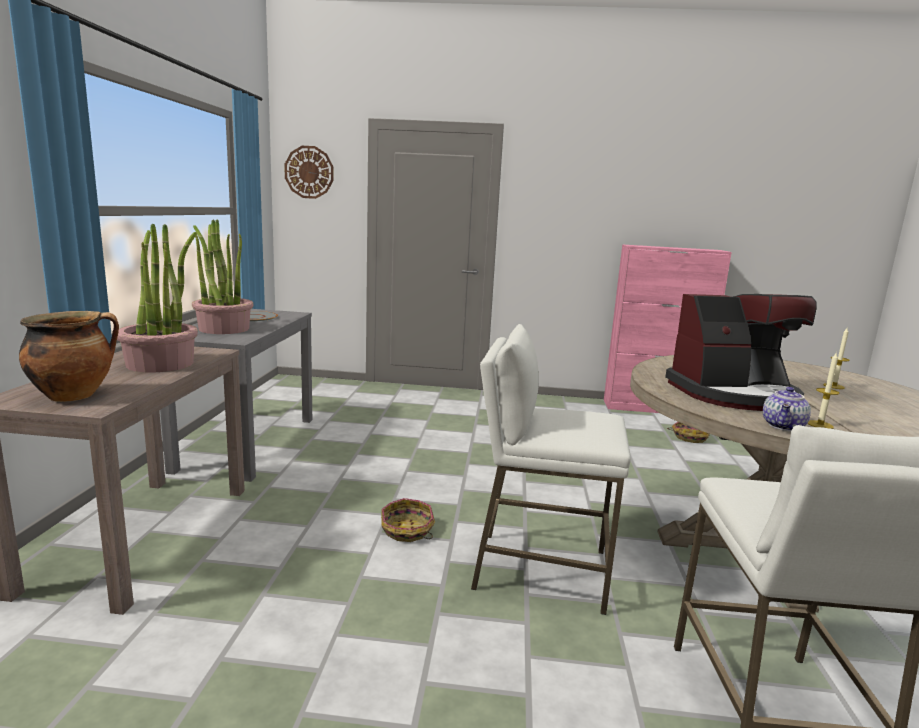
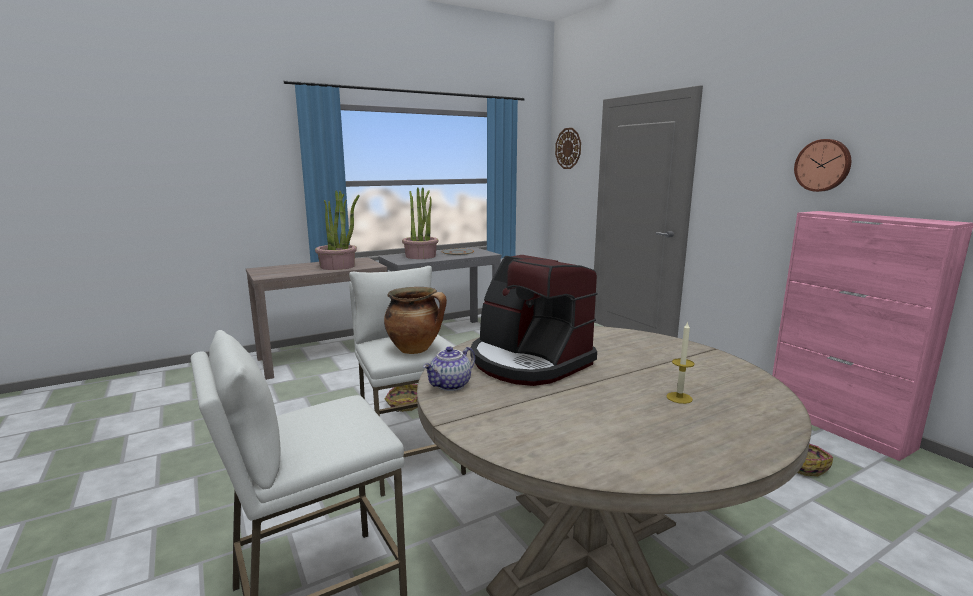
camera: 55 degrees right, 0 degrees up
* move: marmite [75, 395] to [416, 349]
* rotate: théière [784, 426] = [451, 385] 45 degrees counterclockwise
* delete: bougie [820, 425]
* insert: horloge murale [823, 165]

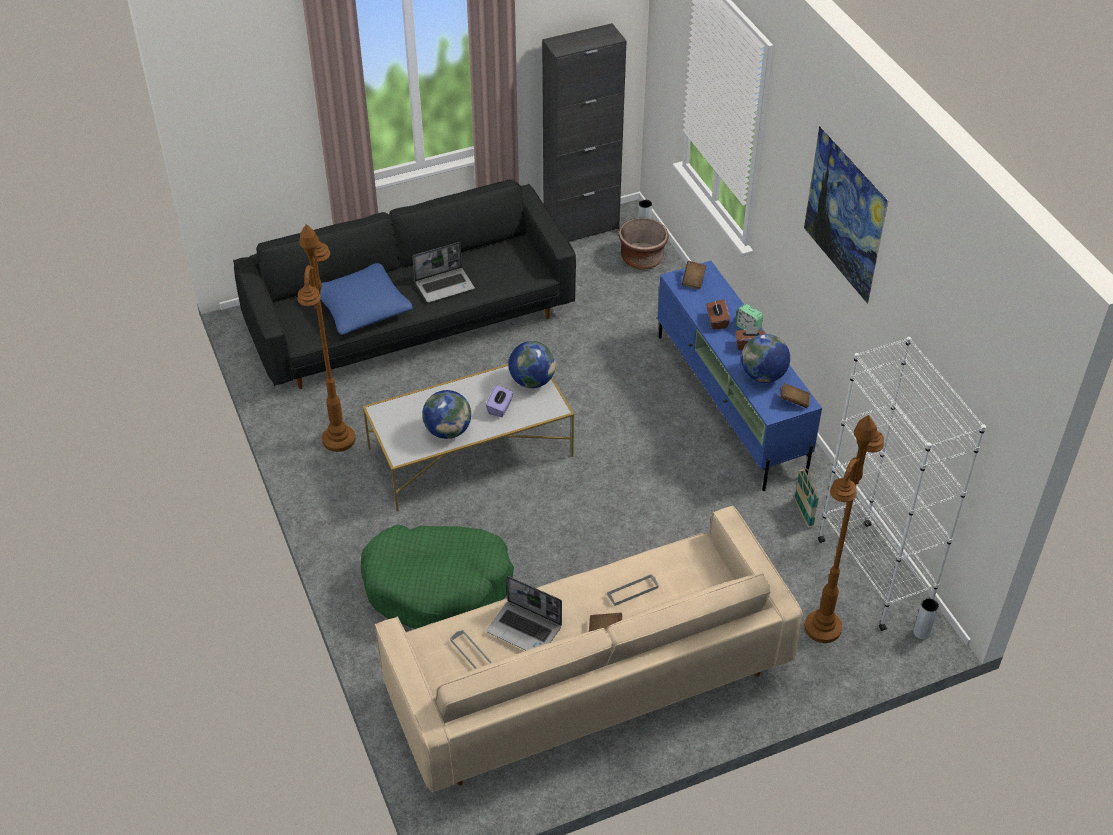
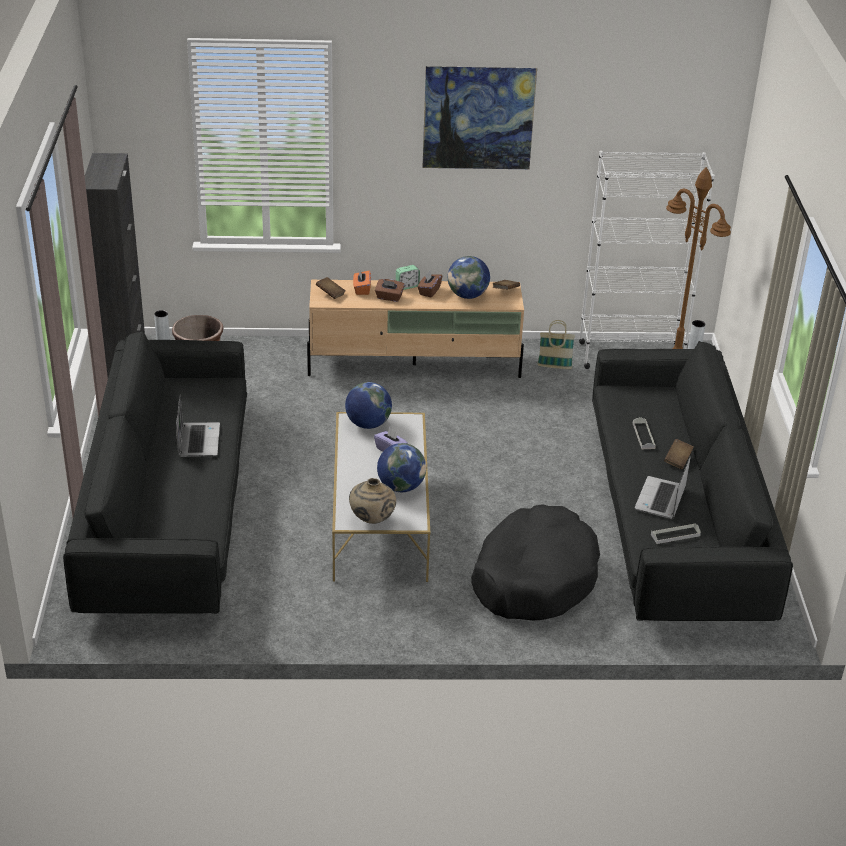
camera: 70 degrees left, 10 degrees down
* delete: lampadaire/marron [338, 439]
* delete: coussin/bleu [363, 309]
* recolor: panier pour chien/vert [438, 586] to panier pour chien/noir [534, 577]
* recolor: canapé/beige [587, 678] to canapé/noir [673, 519]
* rotate: ordinateur portable [525, 629] = [661, 500] 150 degrees clockwise
* recolor: meuble télé/bleu [730, 405] to meuble télé/beige [415, 364]
* insert: vase/beige [372, 520]
* insert: boîte à mouchoirs/orange [362, 289]

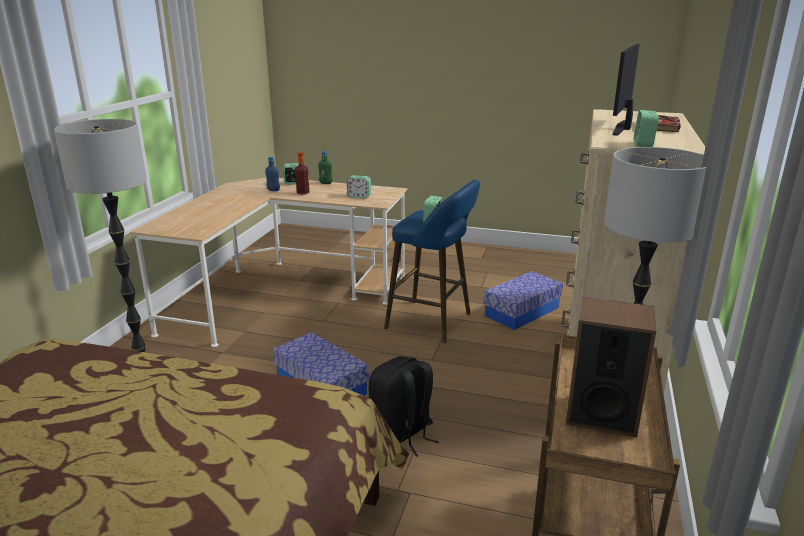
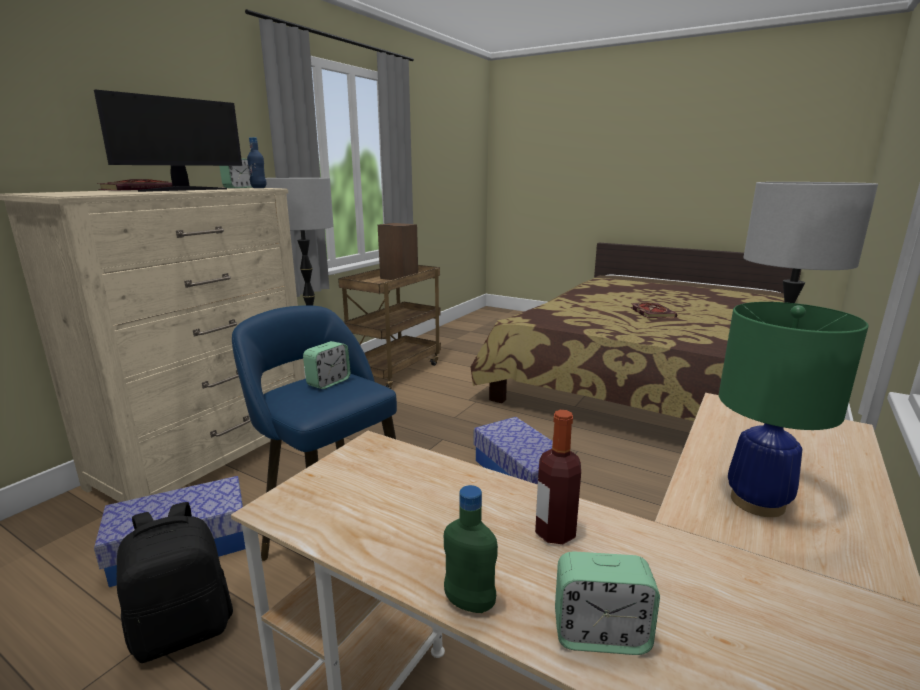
camera: 165 degrees left, 5 degrees down
* move: bouteille/bleu [273, 190] to [259, 188]
* delete: réveil [359, 196]
* move: sac à dos/noir [402, 435] to [184, 629]
* insert: livre [651, 312]
* insert: lampe de table/vert [757, 501]

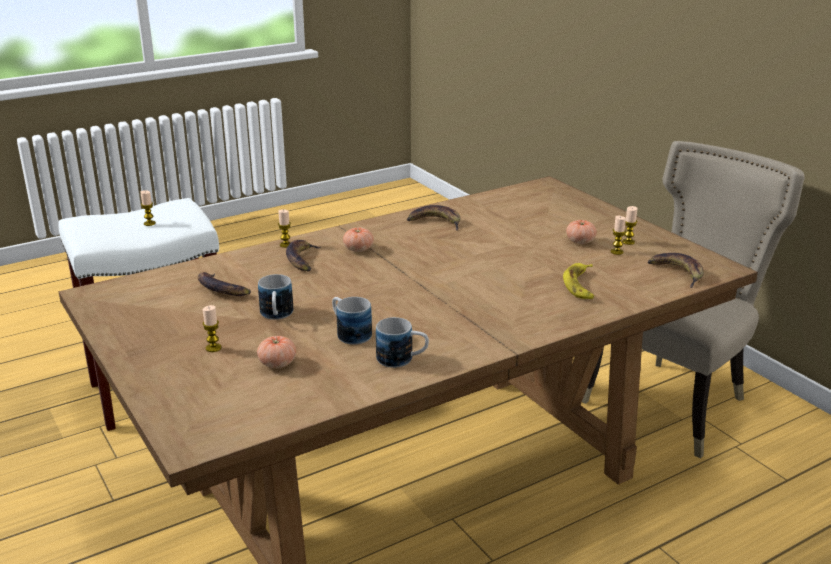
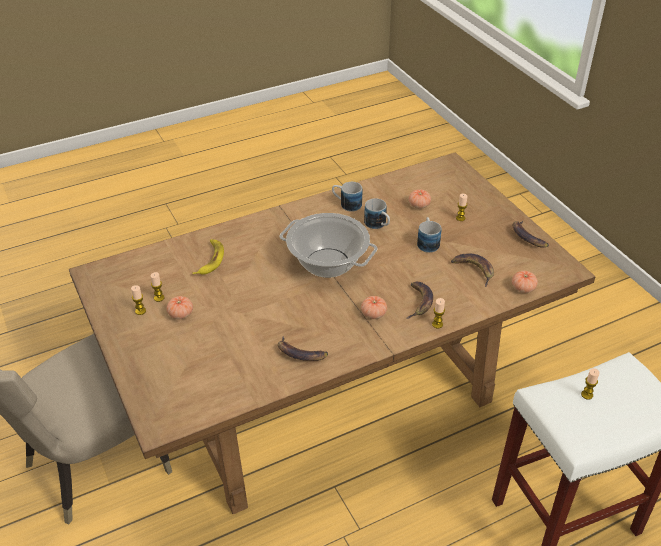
camera: 175 degrees left, 15 degrees up
* move: banane [677, 273] to [527, 237]
* insert: marmite [328, 263]
* insert: tomate [523, 288]

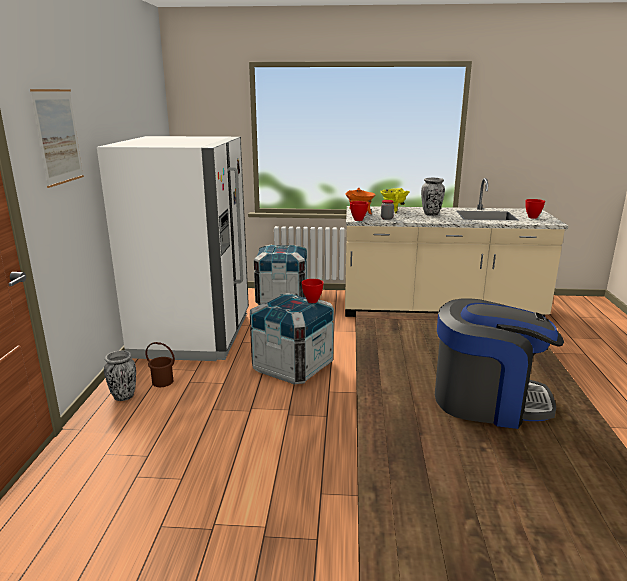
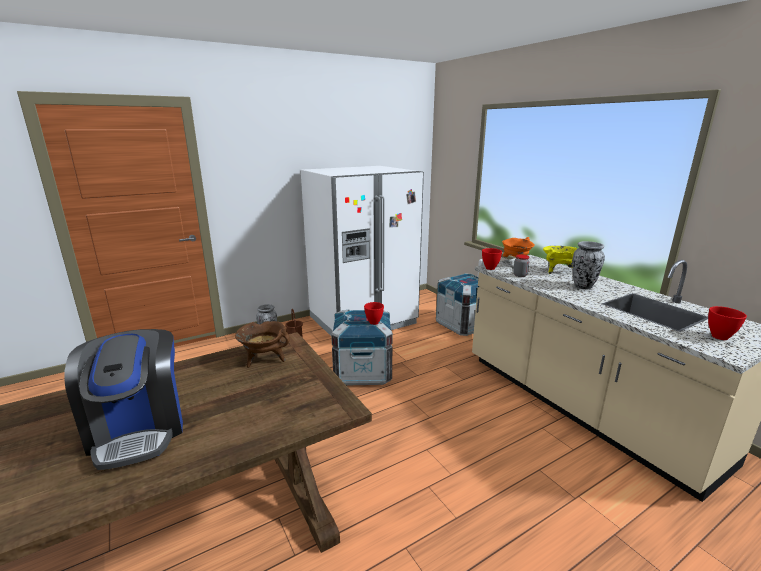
camera: 55 degrees right, 0 degrees up
* delete: tableau [58, 137]
* insert: marmite/marron [264, 360]

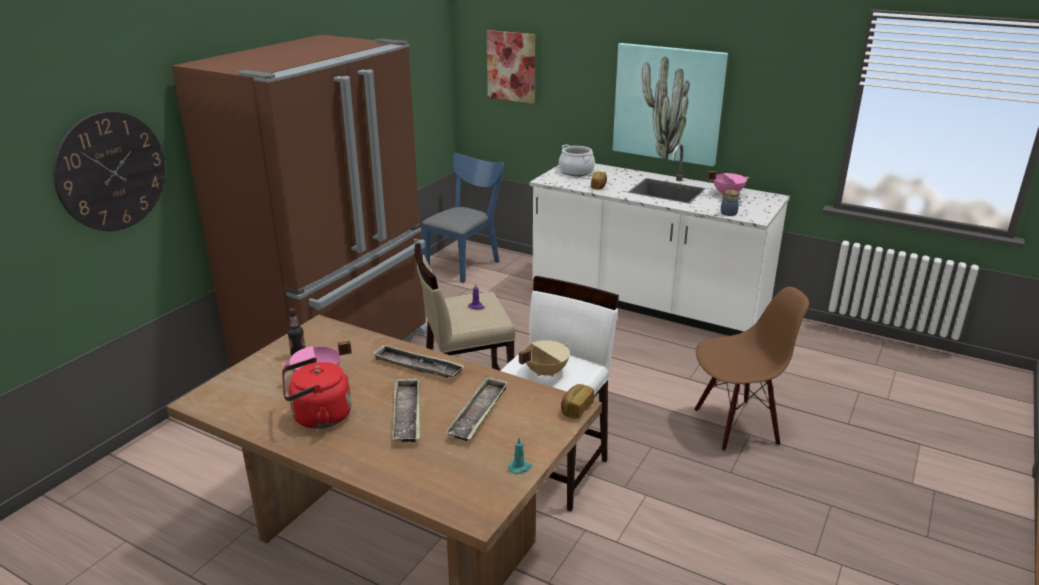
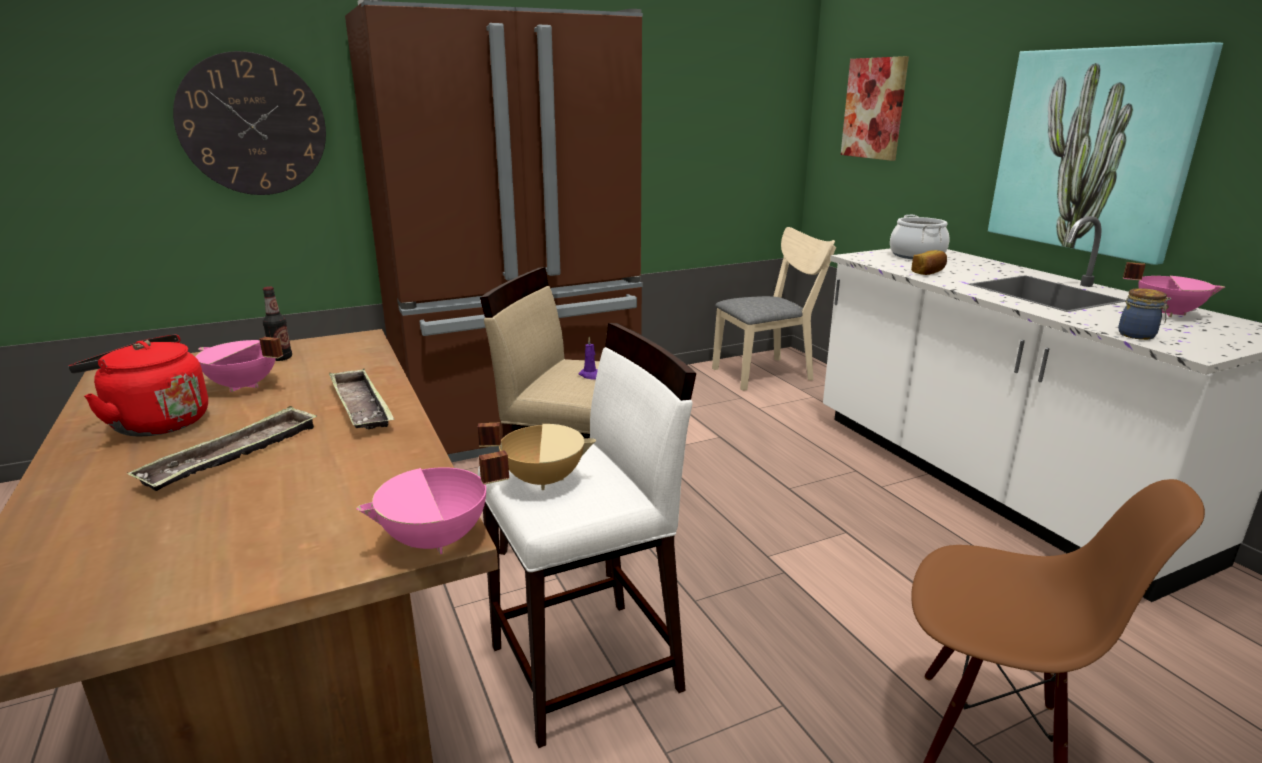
camera: 35 degrees right, 5 degrees down
* recolor: chaise/bleu [465, 264] to chaise/beige [768, 373]
* delete: plateau [478, 413]
* delete: bougie/turquoise [520, 468]
* replace: pain [576, 409] to marmite/rose [437, 541]

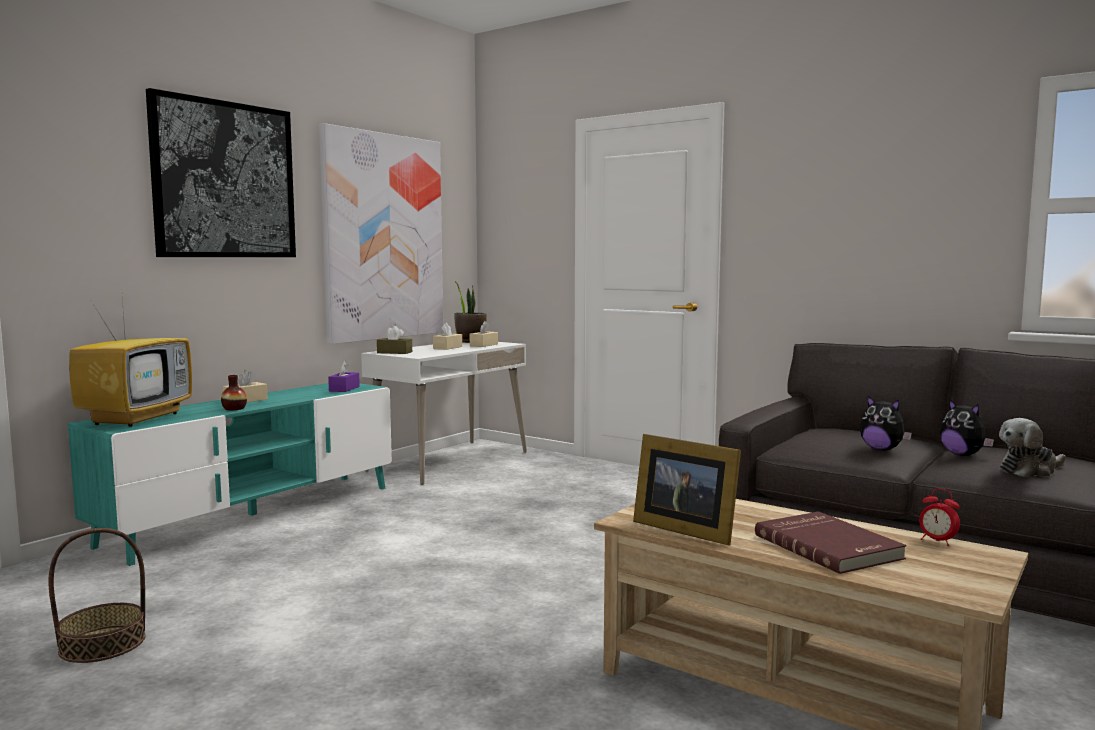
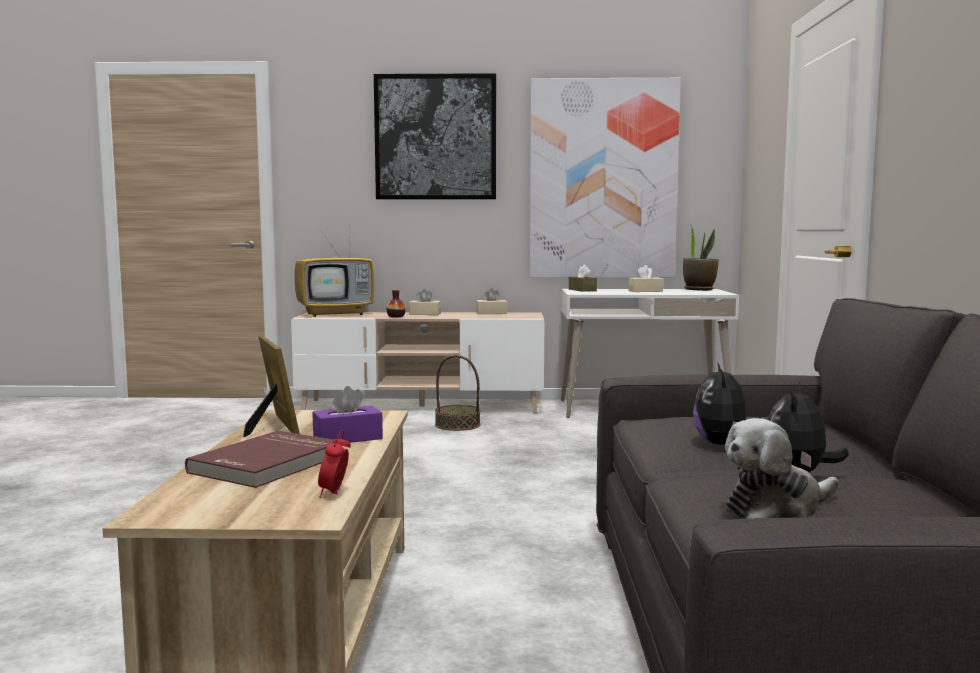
camera: 55 degrees right, 0 degrees up
* move: panier [102, 644] to [458, 425]
* recolor: meuble télé/turquoise [254, 515] to meuble télé/beige [421, 406]
* move: boîte à mouchoirs/violet [344, 389] to [348, 438]
* move: boîte à mouchoirs/beige [483, 345] to [491, 313]
* rotate: cadre photo [683, 528] = [273, 427] 150 degrees clockwise
* rotate: peluche [1029, 470] = [776, 509] 60 degrees counterclockwise

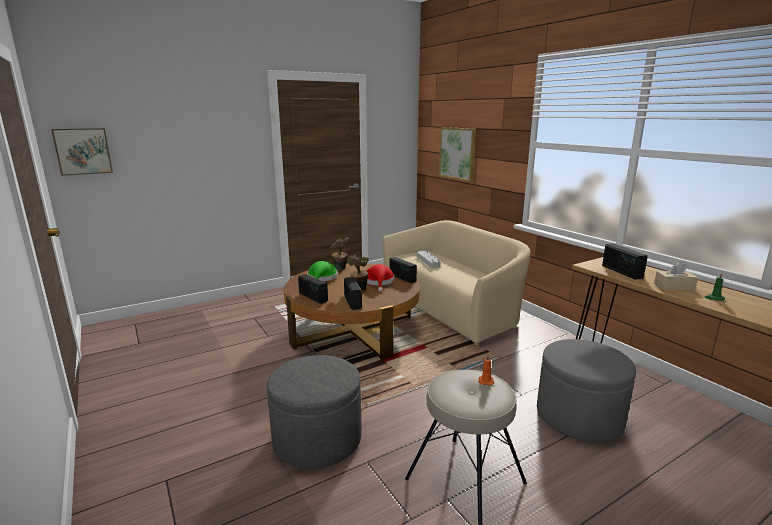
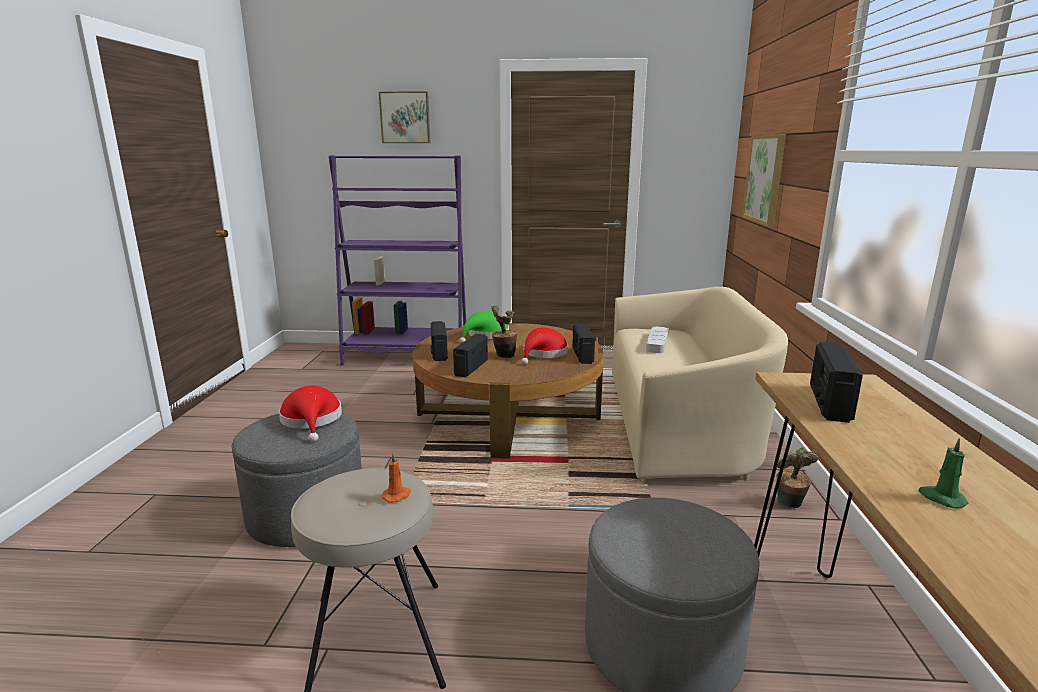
camera: 35 degrees right, 0 degrees up
* move: tableau [83, 151] to [405, 118]
* move: plante en pot [340, 269] to [790, 505]
* delete: boîte à mouchoirs/beige [674, 287]
* insert: chapeau/rouge [312, 420]
* insert: bibliothèque/violet [406, 356]

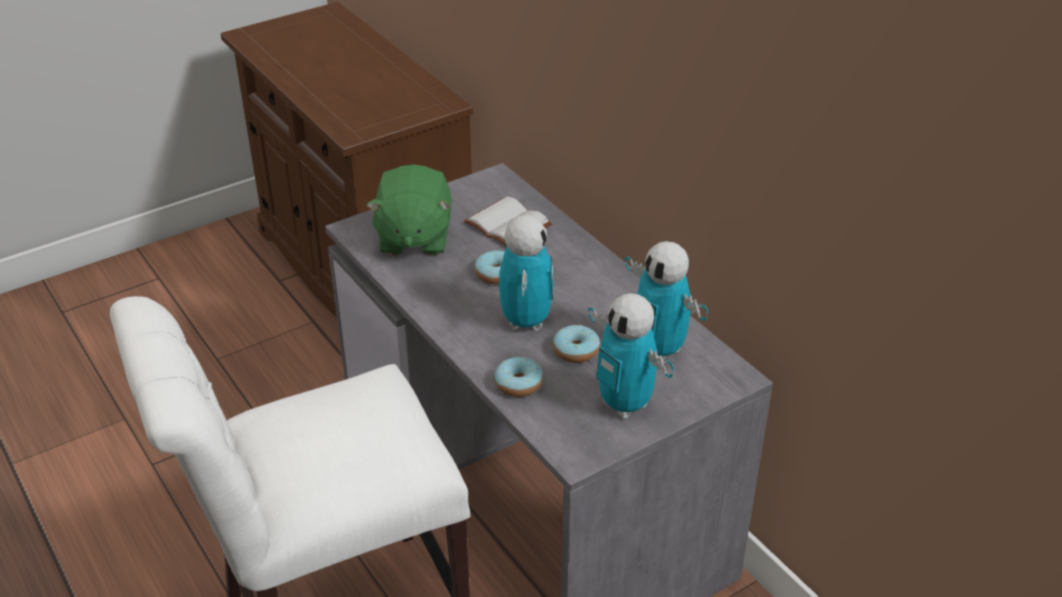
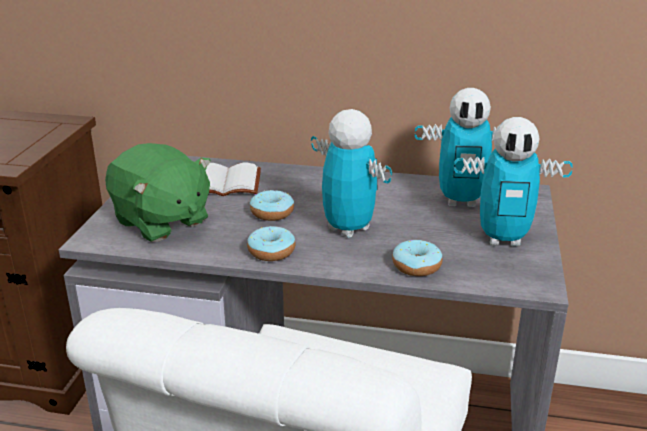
camera: 45 degrees left, 10 degrees down
* move: beignet [576, 351] to [271, 252]

